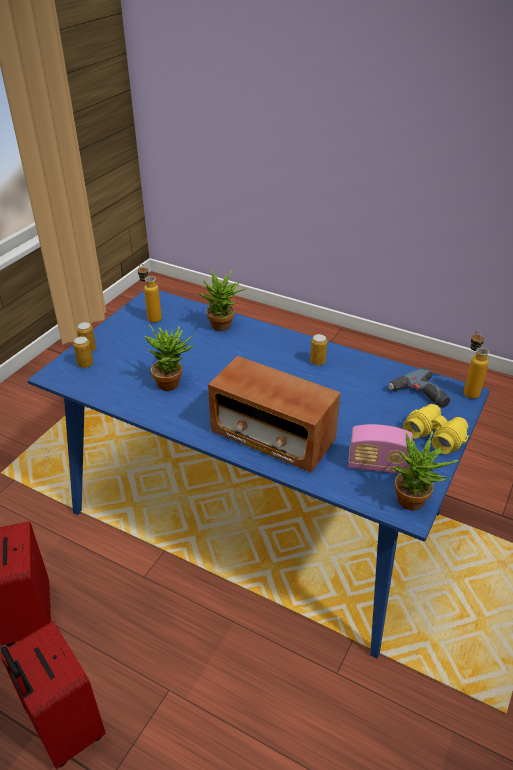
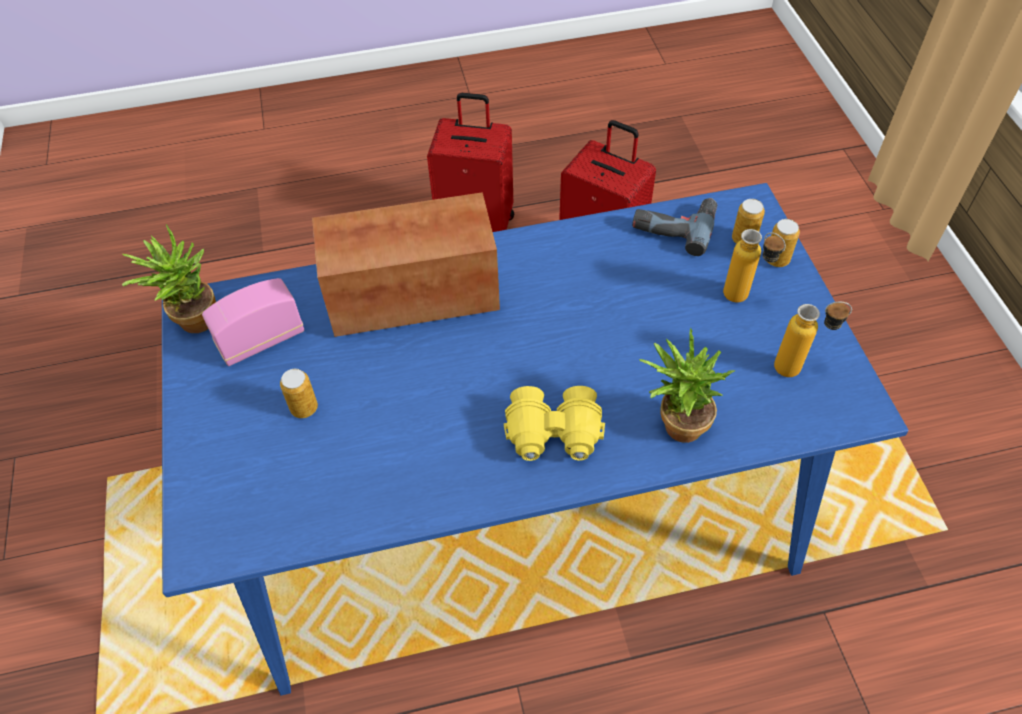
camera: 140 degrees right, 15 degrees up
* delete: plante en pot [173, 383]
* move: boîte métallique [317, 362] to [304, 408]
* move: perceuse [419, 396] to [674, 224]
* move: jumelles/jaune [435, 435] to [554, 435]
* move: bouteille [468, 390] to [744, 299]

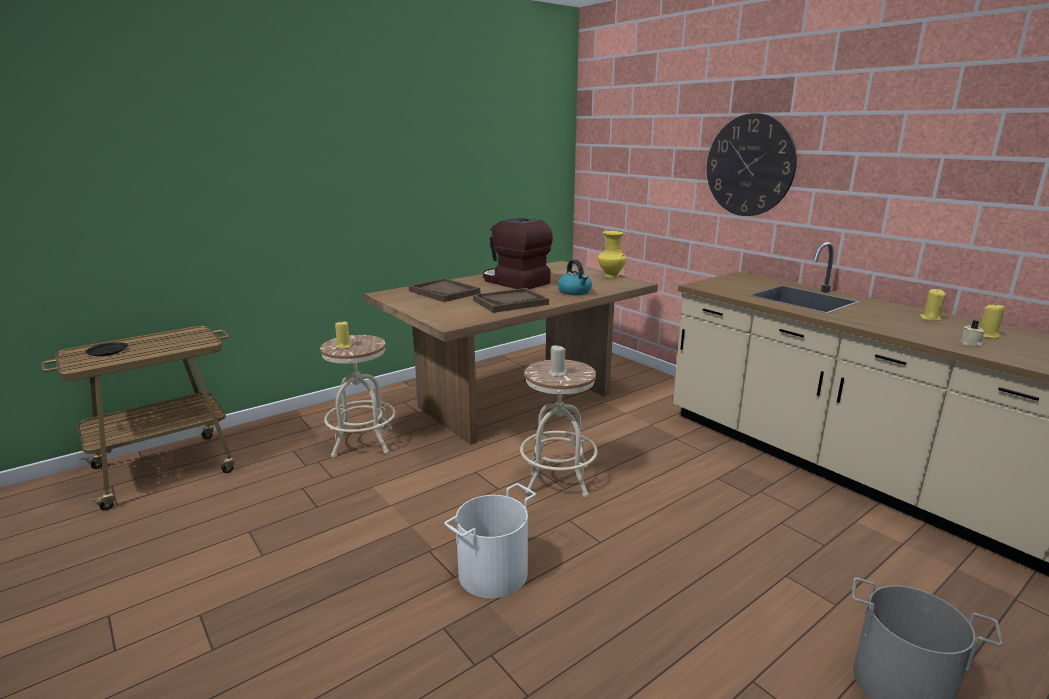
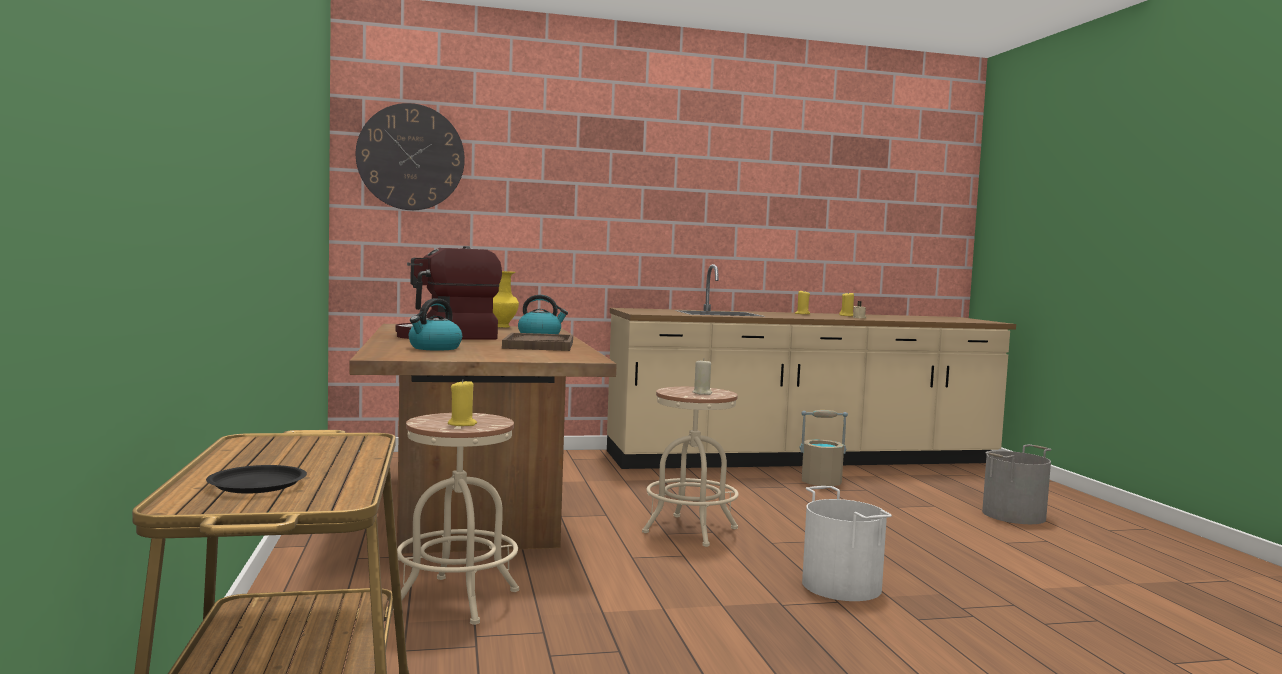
camera: 65 degrees left, 15 degrees down
* replace: plateau/marron [444, 292] to bouilloire [434, 348]
* move: horloge murale [749, 165] to [410, 157]
* insert: seau/beige [821, 483]

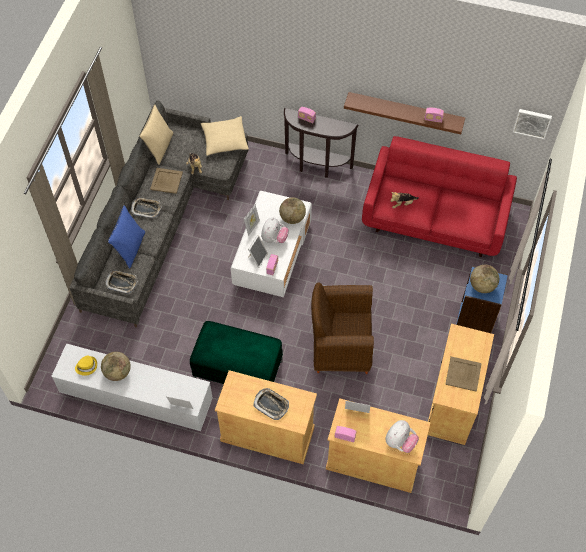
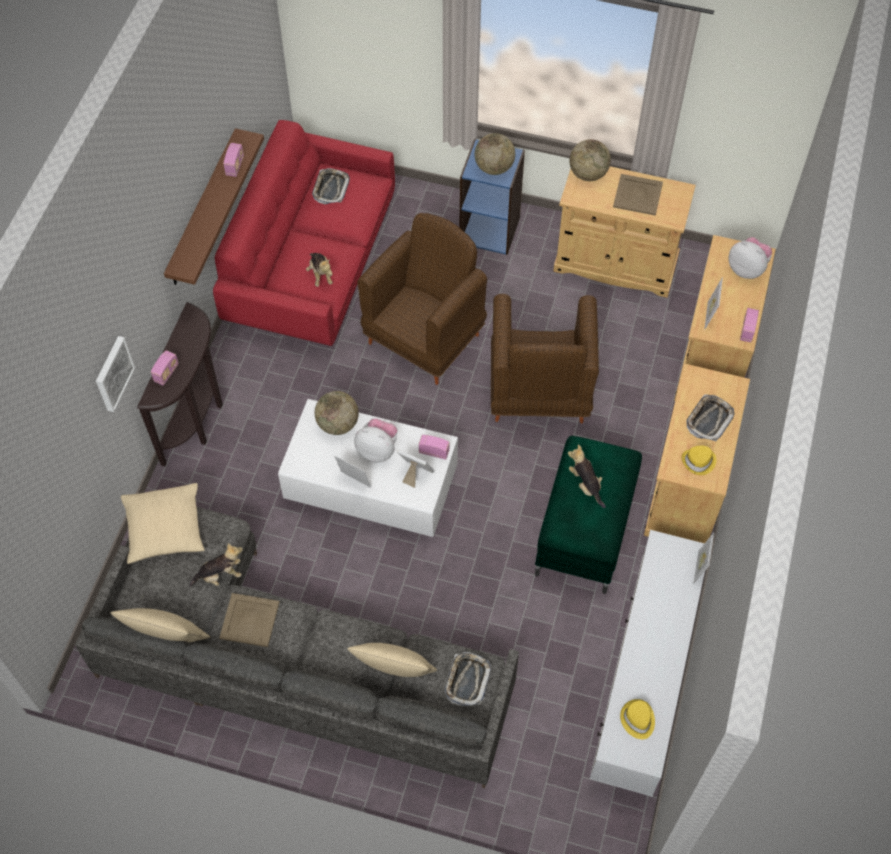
camera: 90 degrees left, 0 degrees up
* move: globe [117, 372] to [588, 174]
* recolor: coussin/bleu [130, 248] to coussin/beige [394, 673]
* move: plateau [146, 209] to [330, 188]
* move: tableau [532, 122] to [112, 373]
* insert: fauteuil/marron [425, 337]
* insert: peluche [586, 484]
* insert: chapeau/jaune [699, 462]

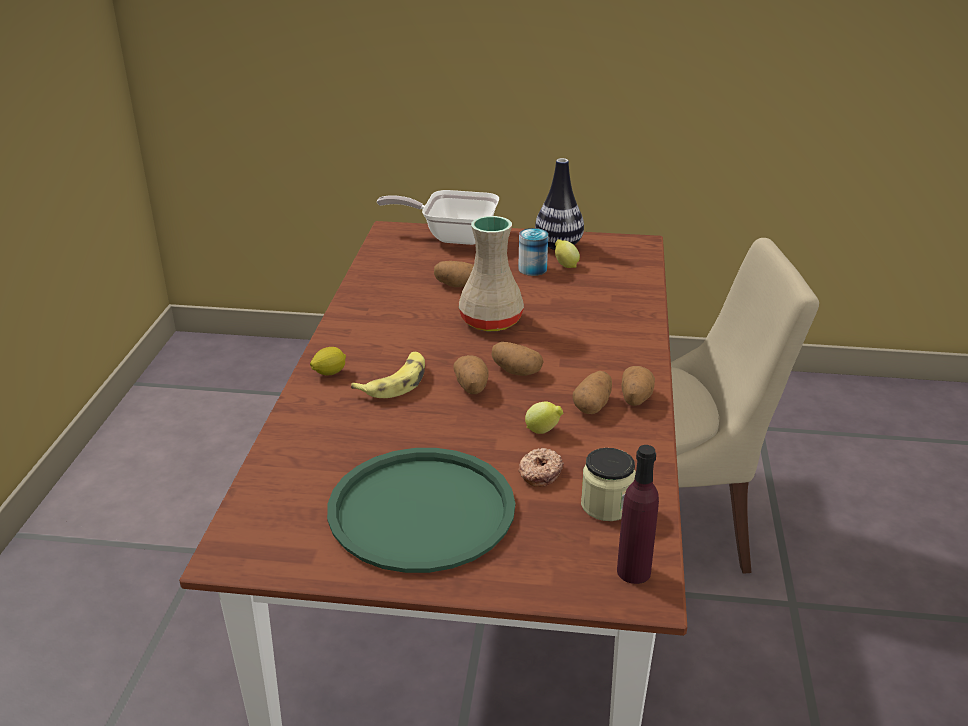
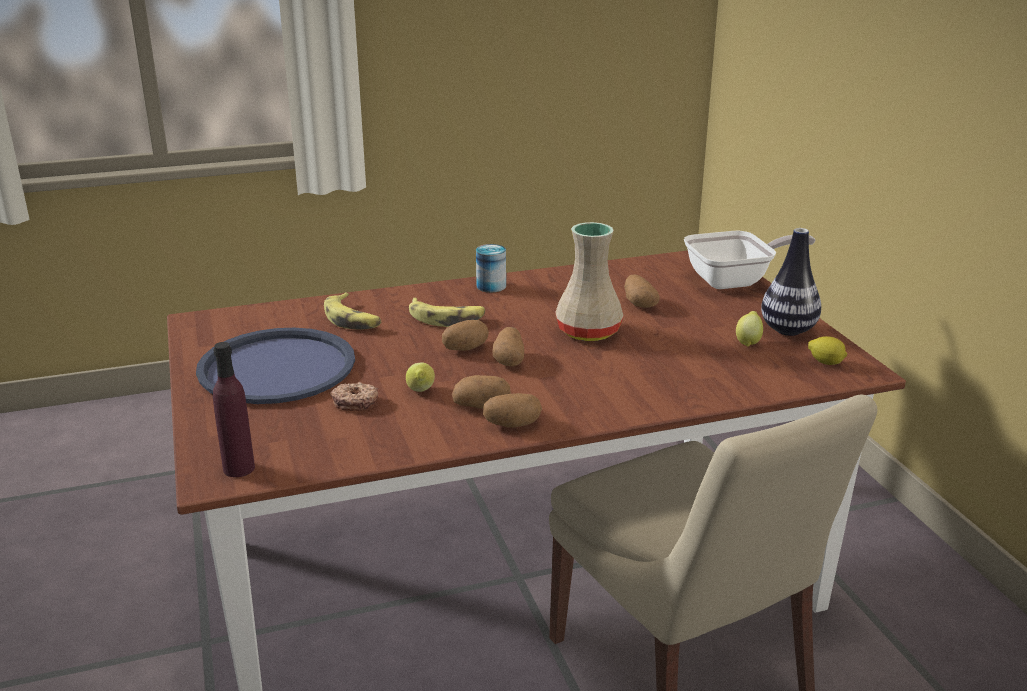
camera: 65 degrees right, 5 degrees down
* move: citron [329, 373] to [826, 363]
* recolor: plateau/vert [421, 510] to plateau/bleu [276, 367]
* rotate: poêle [452, 236] = [735, 281] 90 degrees clockwise
* move: boîte métallique [532, 269] to [491, 286]
* delete: bocal [606, 505]
* insert: banane [352, 319]

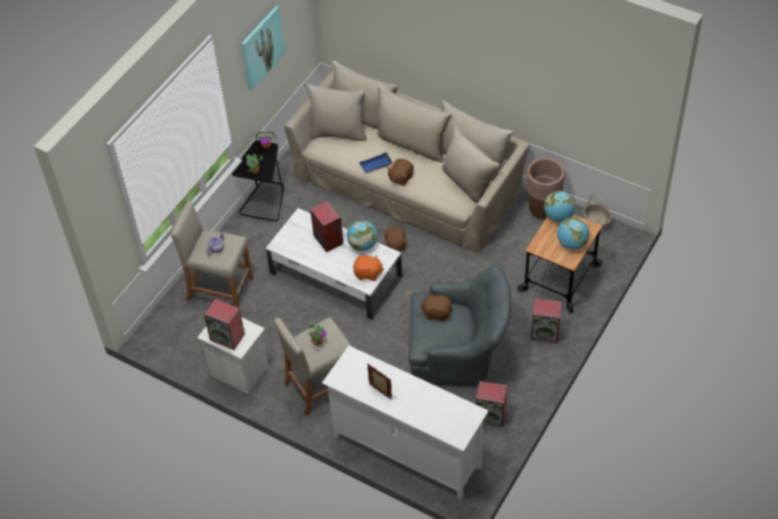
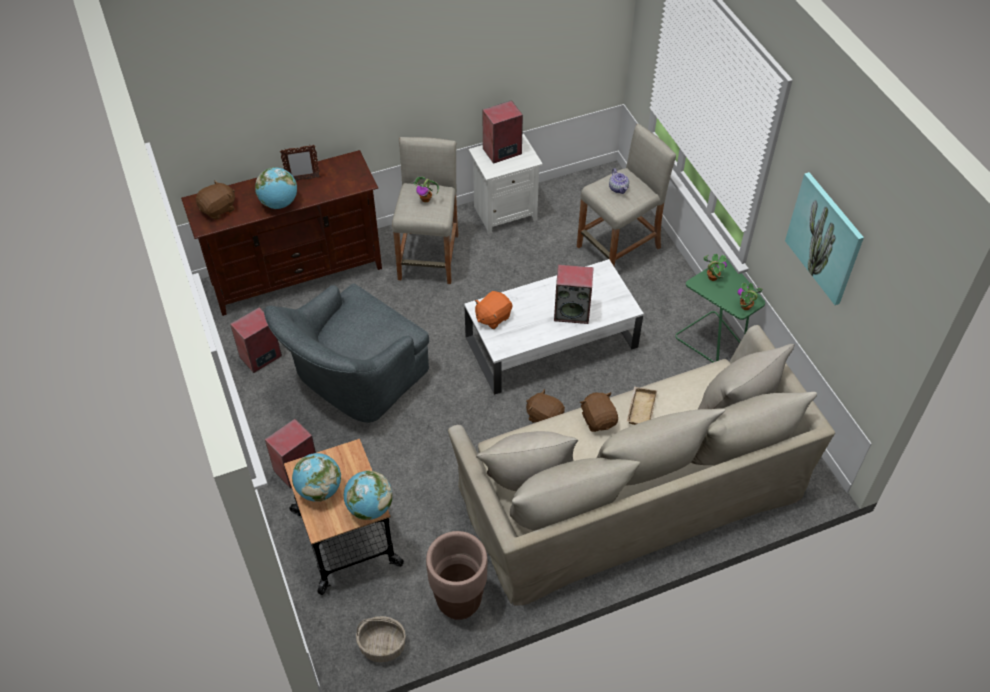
camera: 125 degrees right, 0 degrees up
* recolor: table d'appoint/noir [265, 201] to table d'appoint/vert [714, 342]
* recolor: meuble télé/blanc [406, 451] to meuble télé/marron [297, 274]
* move: globe [363, 245] to [279, 203]
* recolor: plateau/bleu [376, 166] to plateau/beige [640, 408]
* move: peluche/marron [437, 313] to [218, 209]

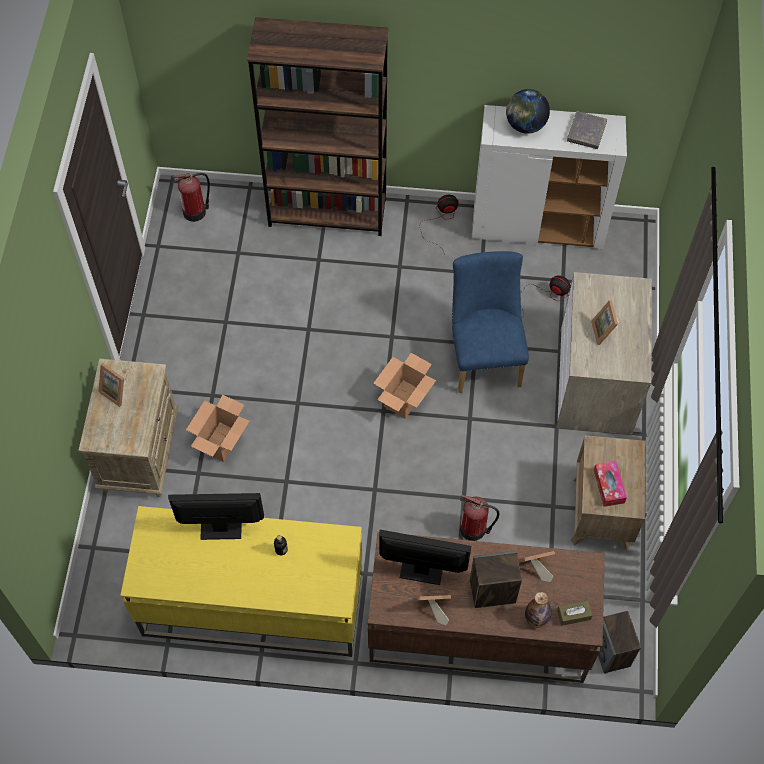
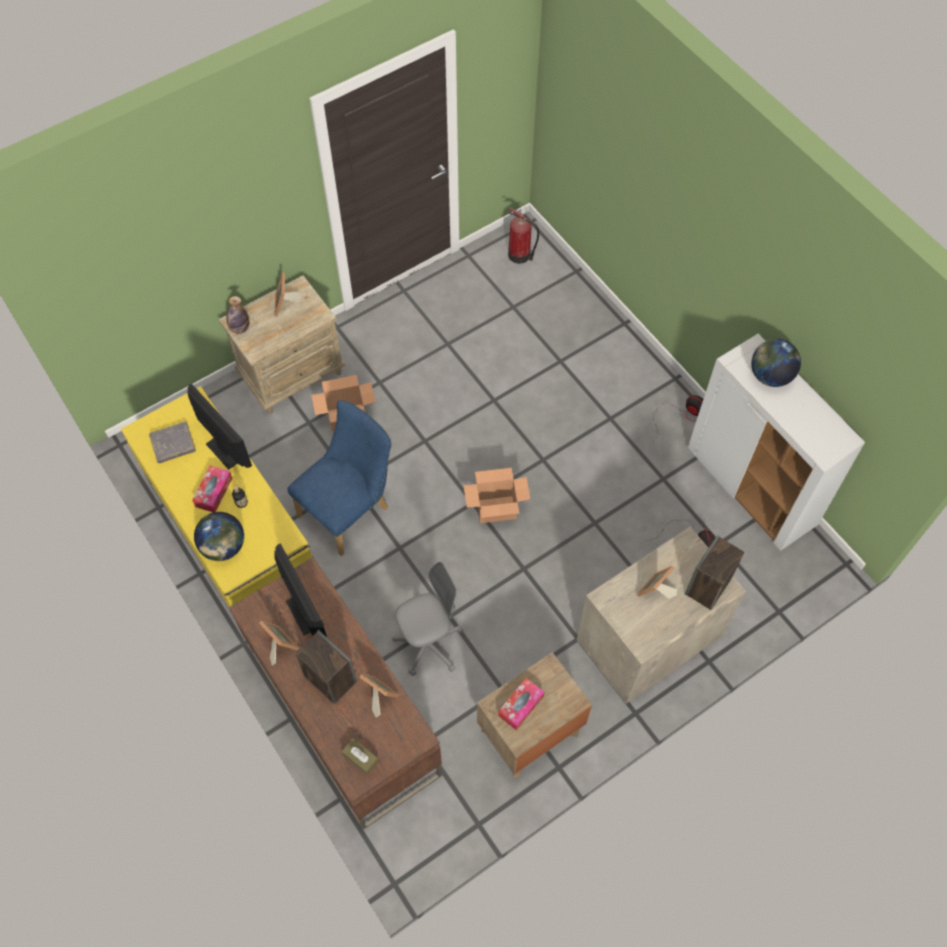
camera: 50 degrees right, 0 degrees up
* delete: bibliothèque/marron [328, 212]
* move: chaise/bleu [484, 355] to [349, 509]
* replace: extincteur [474, 529] to chaise de bureau/gris [429, 645]
* move: bouteille [536, 618] to [240, 328]
* move: livre/gris [586, 132] to [173, 444]
* move: enceinte [611, 652] to [708, 587]
* insert: boîte à mouchoirs [213, 492]
* insert: globe [223, 547]

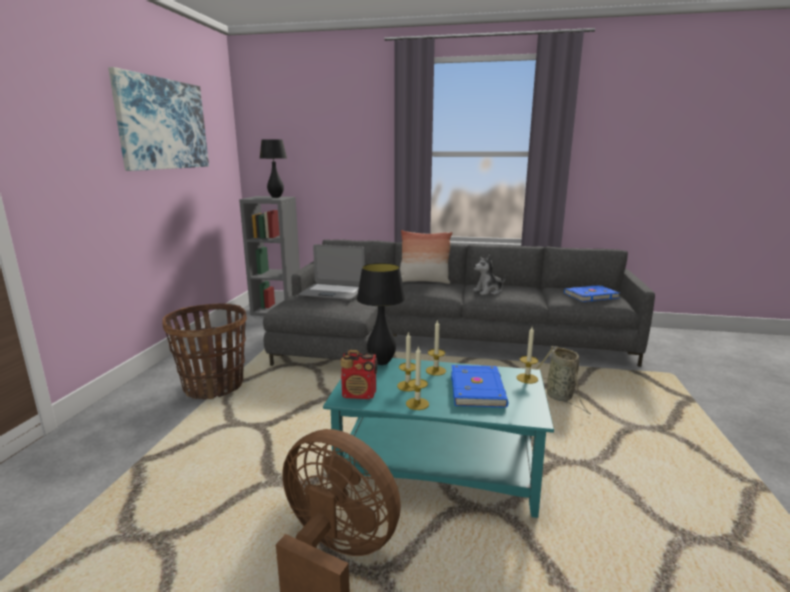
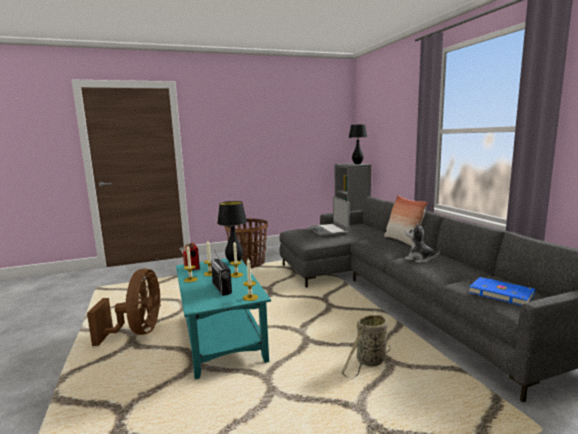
camera: 60 degrees right, 5 degrees down
* delete: tableau [163, 124]
* replace: livre/bleu [478, 388] to radio [221, 288]

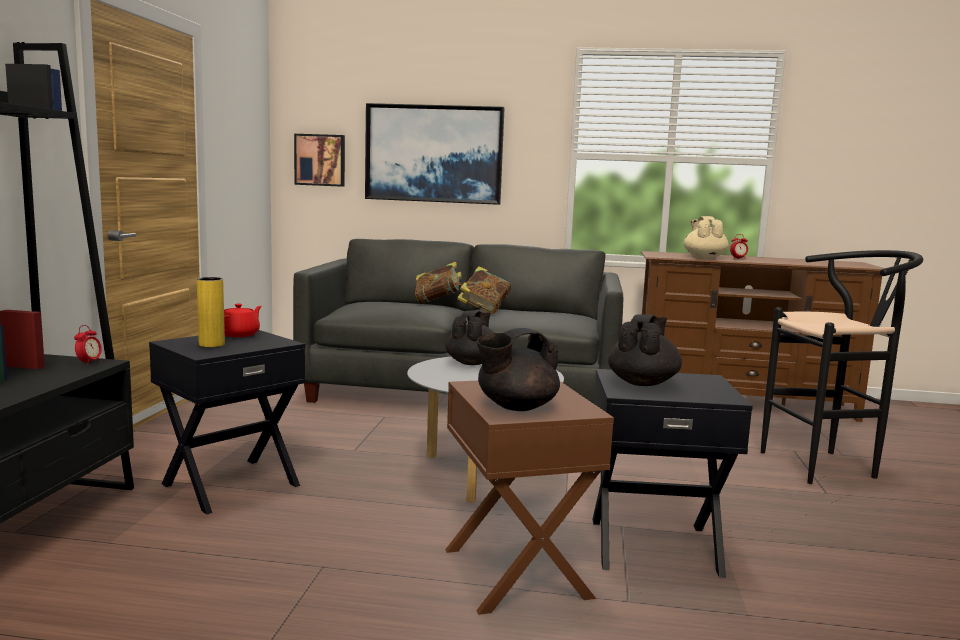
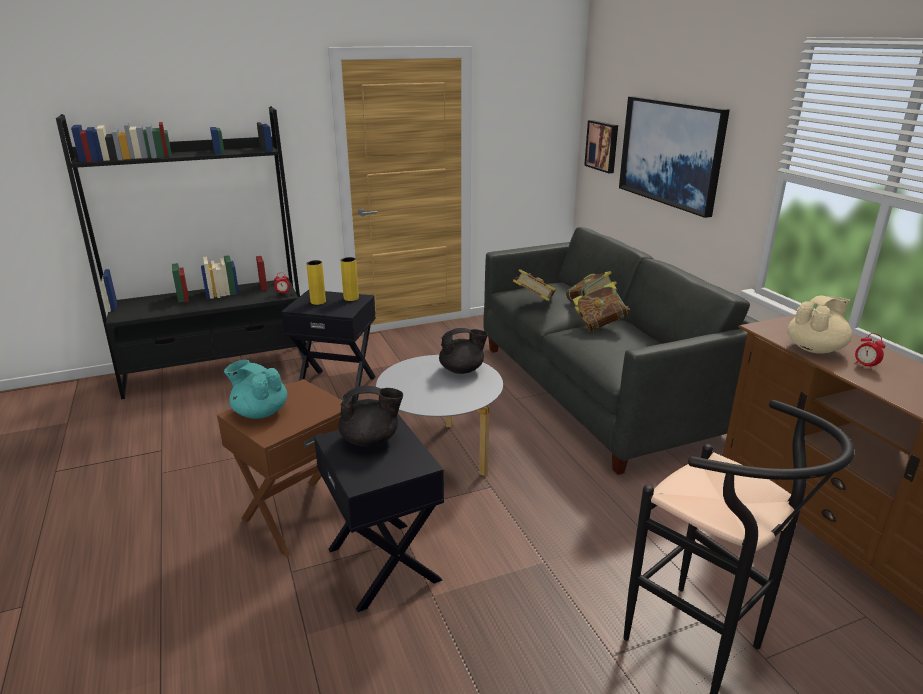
camera: 60 degrees right, 15 degrees up
* replace: théière/rouge [240, 334] to vase/jaune [351, 298]
* recolor: théière/noir [516, 407] to théière/turquoise [260, 412]
* insert: livre [533, 302]

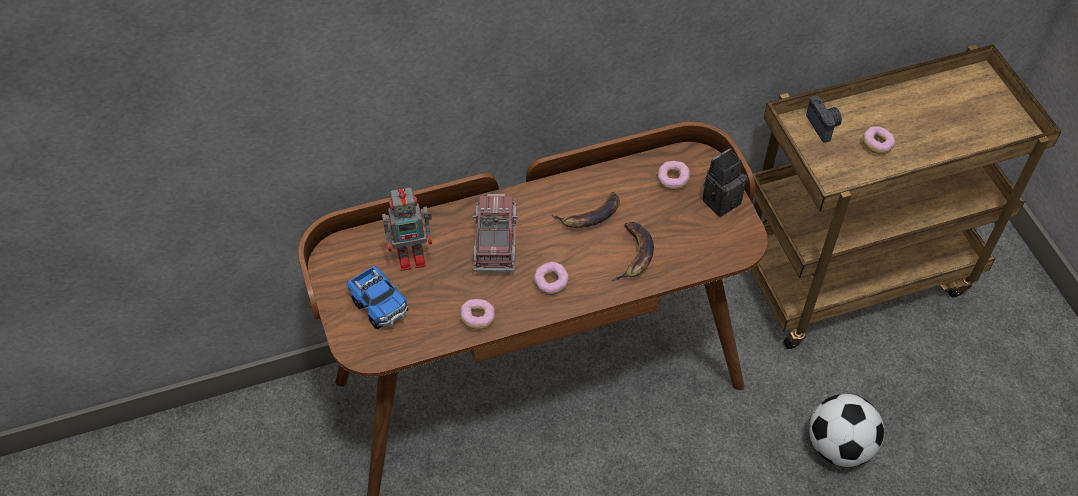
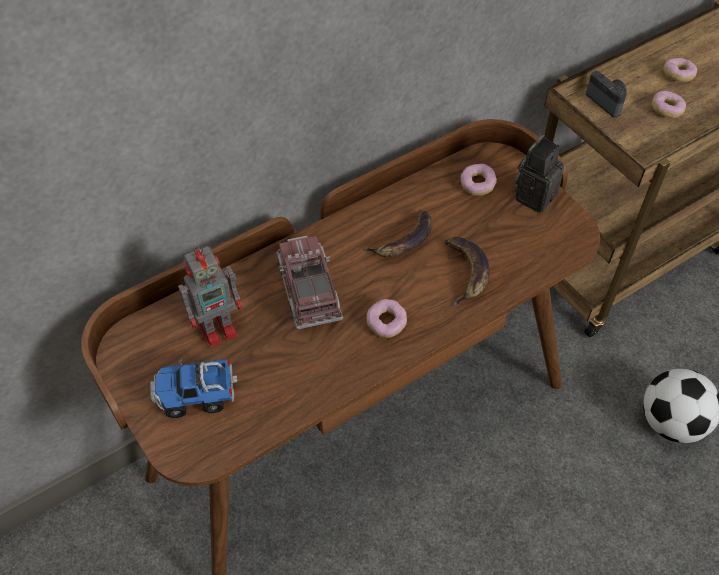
camera: 15 degrees left, 0 degrees up
* rotate: camion jouet [379, 306] = [196, 395] 135 degrees clockwise
* move: beignet [477, 318] to [677, 75]

